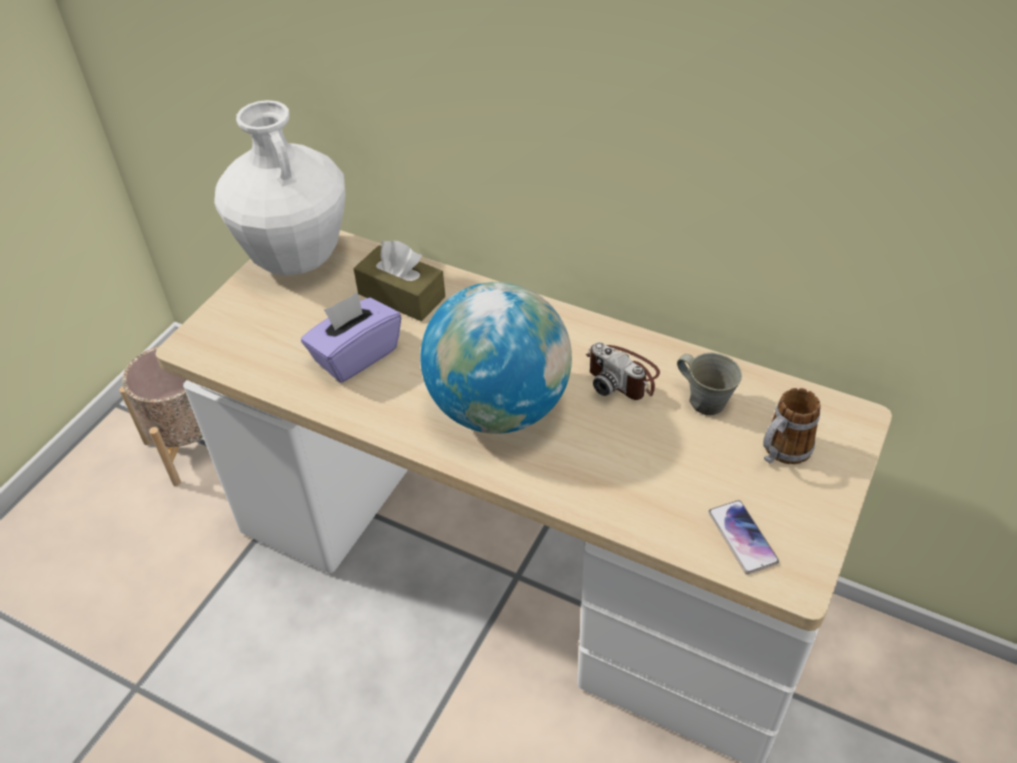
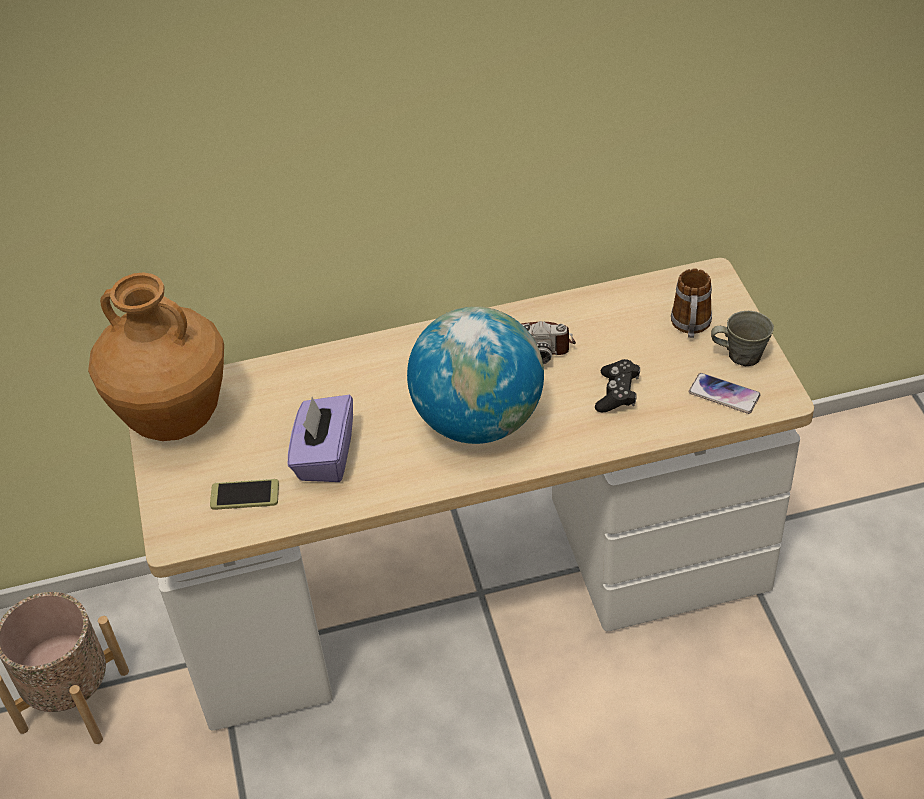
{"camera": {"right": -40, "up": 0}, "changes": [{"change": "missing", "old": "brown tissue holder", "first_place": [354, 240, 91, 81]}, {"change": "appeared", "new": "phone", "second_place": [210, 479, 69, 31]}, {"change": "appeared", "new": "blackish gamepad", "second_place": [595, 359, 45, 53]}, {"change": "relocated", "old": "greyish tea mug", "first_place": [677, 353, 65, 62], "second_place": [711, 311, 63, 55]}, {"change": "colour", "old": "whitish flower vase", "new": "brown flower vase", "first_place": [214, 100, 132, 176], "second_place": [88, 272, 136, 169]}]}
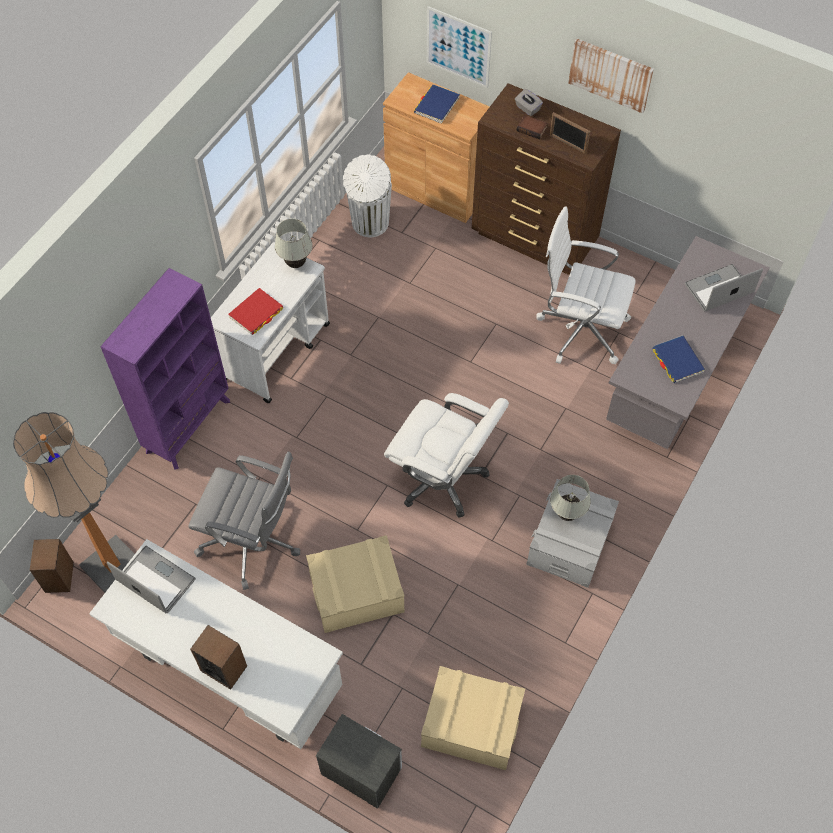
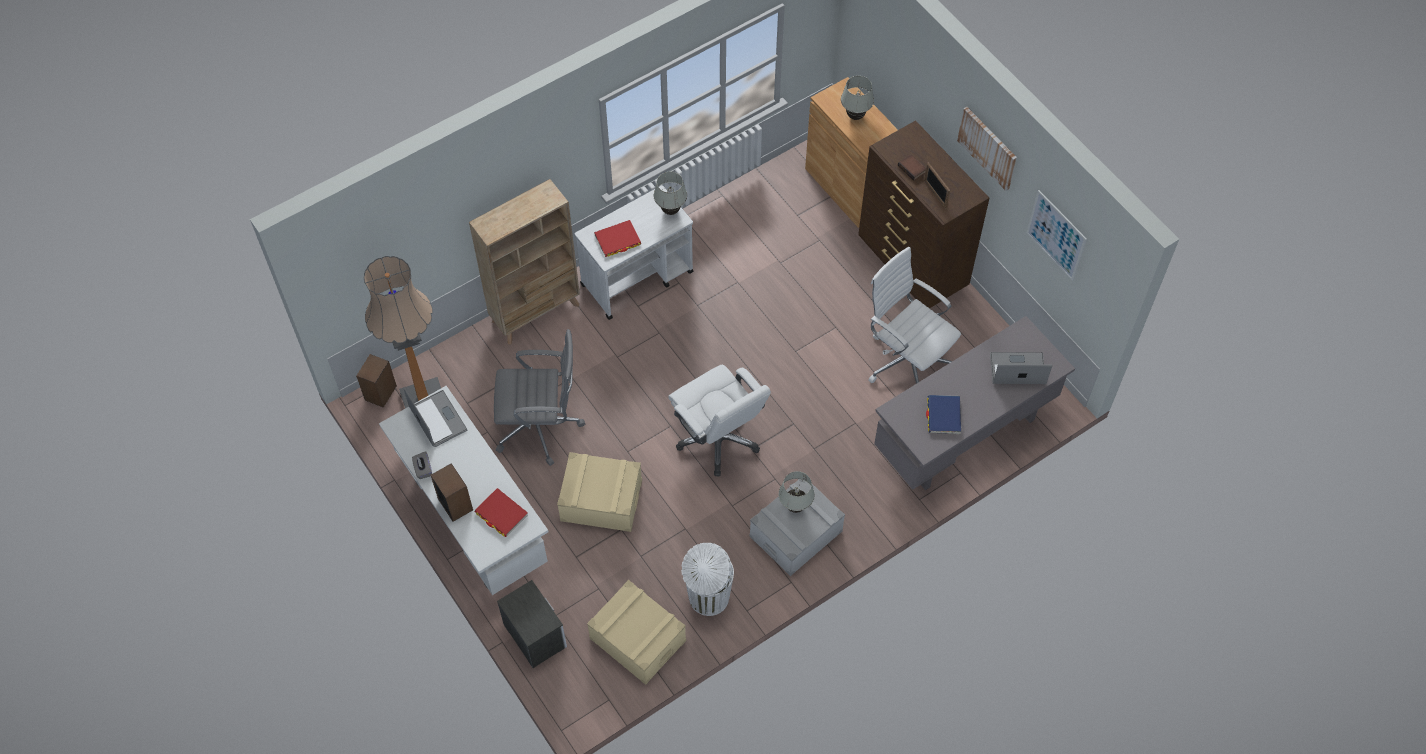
{"camera": {"right": 25, "up": 0}, "changes": [{"change": "appeared", "new": "red volume", "second_place": [475, 488, 53, 49]}, {"change": "relocated", "old": "whitish rubbish bin", "first_place": [343, 154, 49, 83], "second_place": [681, 543, 53, 73]}, {"change": "relocated", "old": "picture", "first_place": [427, 6, 65, 82], "second_place": [1026, 190, 61, 91]}, {"change": "relocated", "old": "greyish tissue holder", "first_place": [515, 89, 28, 27], "second_place": [412, 451, 20, 28]}, {"change": "exchanged", "old": "blue-coloured volume", "new": "whitish tabletop lamp", "first_place": [414, 84, 46, 40], "second_place": [841, 76, 33, 44]}, {"change": "colour", "old": "purple bookcase", "new": "sand-coloured bookcase", "first_place": [100, 268, 130, 202], "second_place": [469, 179, 111, 166]}, {"change": "spun", "old": "greyish desk chair", "first_place": [188, 451, 112, 139], "second_place": [494, 329, 91, 137], "degrees": -45}]}
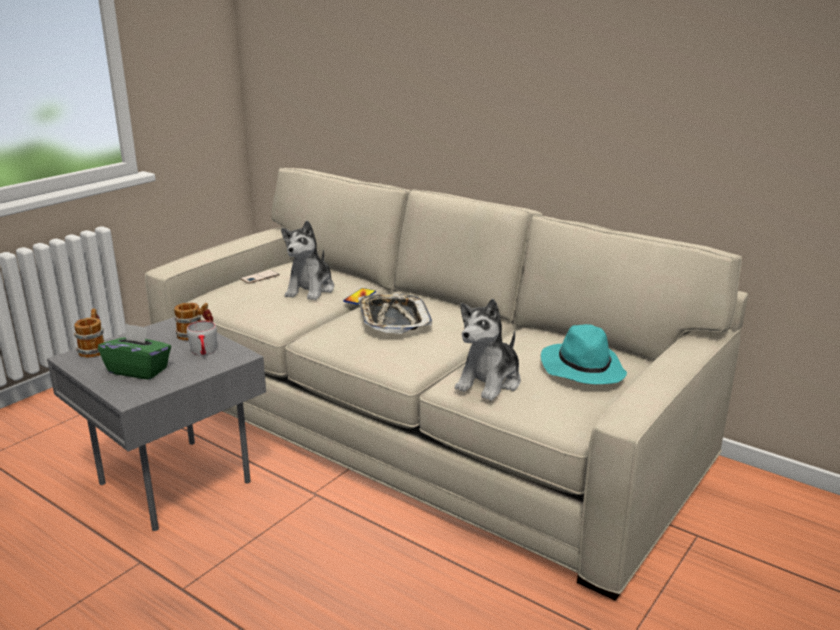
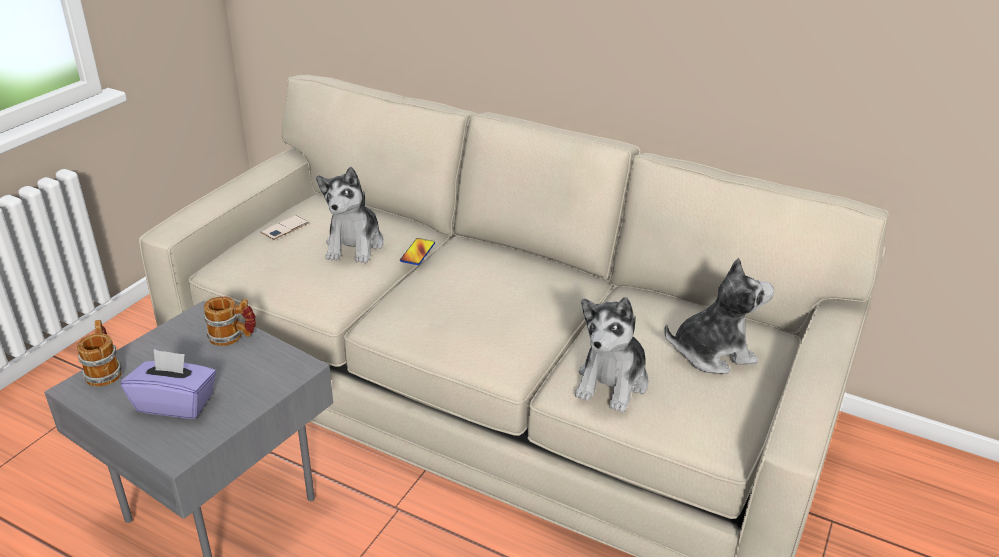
{"camera": {"right": -10, "up": 10}, "changes": [{"change": "missing", "old": "greyish tea mug", "first_place": [187, 321, 30, 34]}, {"change": "missing", "old": "carrying tray", "first_place": [358, 294, 74, 40]}, {"change": "exchanged", "old": "blue-green clothing hat", "new": "soft toy", "first_place": [541, 324, 86, 60], "second_place": [664, 258, 110, 116]}, {"change": "colour", "old": "greenish tissue holder", "new": "purple tissue holder", "first_place": [98, 324, 73, 56], "second_place": [121, 349, 95, 70]}]}
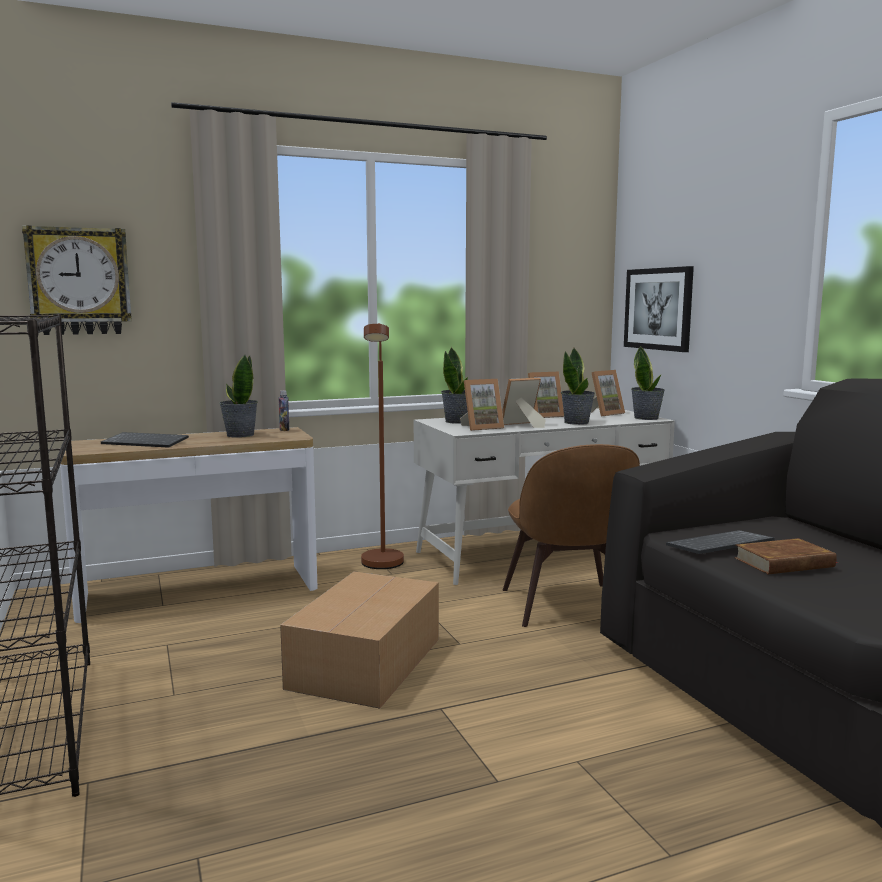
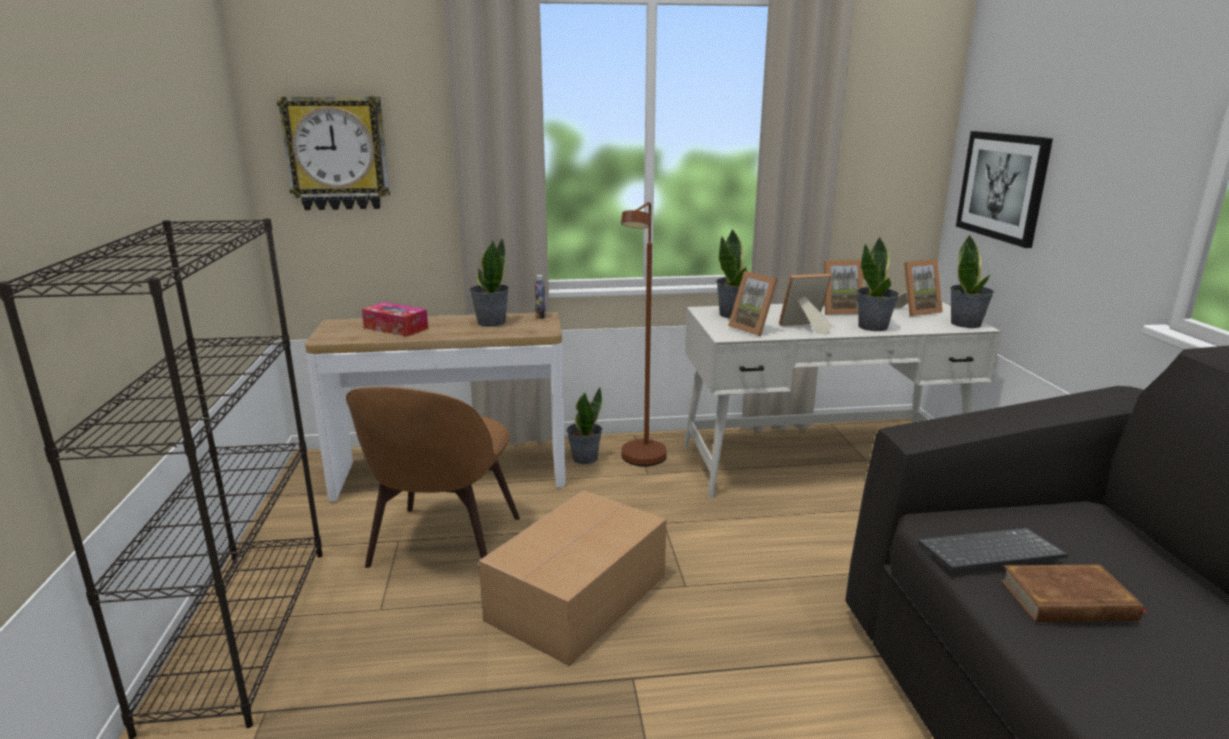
{"camera": {"right": 15, "up": 10}, "changes": [{"change": "appeared", "new": "houseplant", "second_place": [567, 387, 35, 77]}, {"change": "relocated", "old": "brown upright chair", "first_place": [503, 444, 137, 183], "second_place": [346, 387, 174, 181]}, {"change": "exchanged", "old": "keyboard", "new": "tissue holder", "first_place": [101, 432, 88, 16], "second_place": [362, 302, 66, 35]}, {"change": "spun", "old": "picture frame", "first_place": [460, 379, 44, 52], "second_place": [728, 271, 50, 65], "degrees": 60}]}
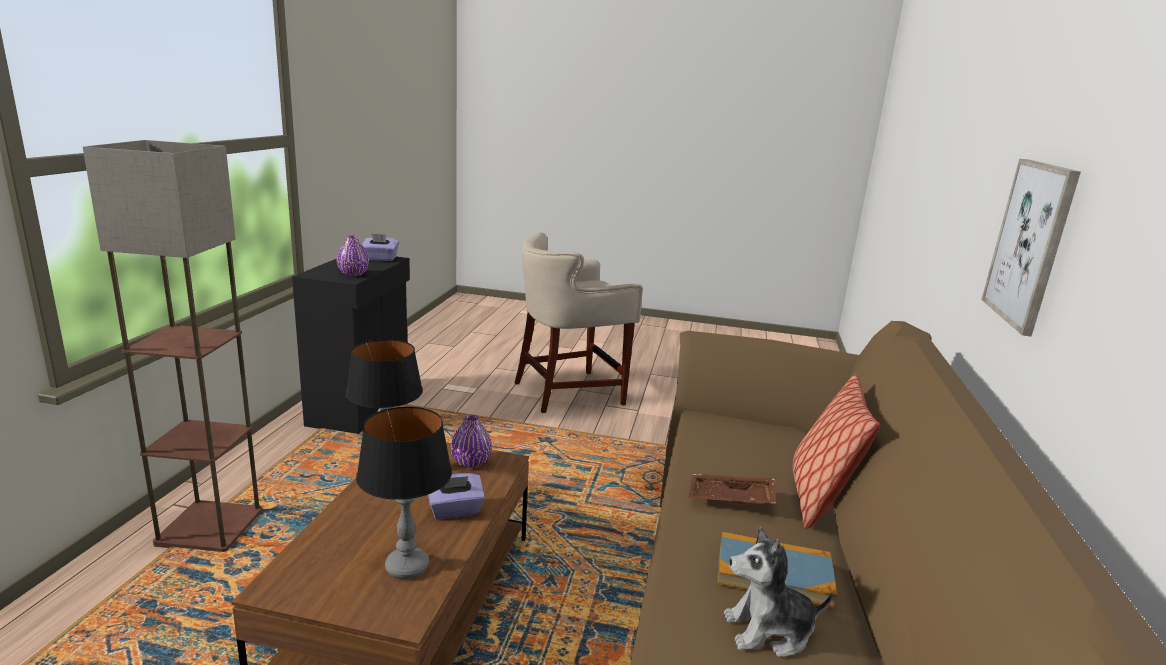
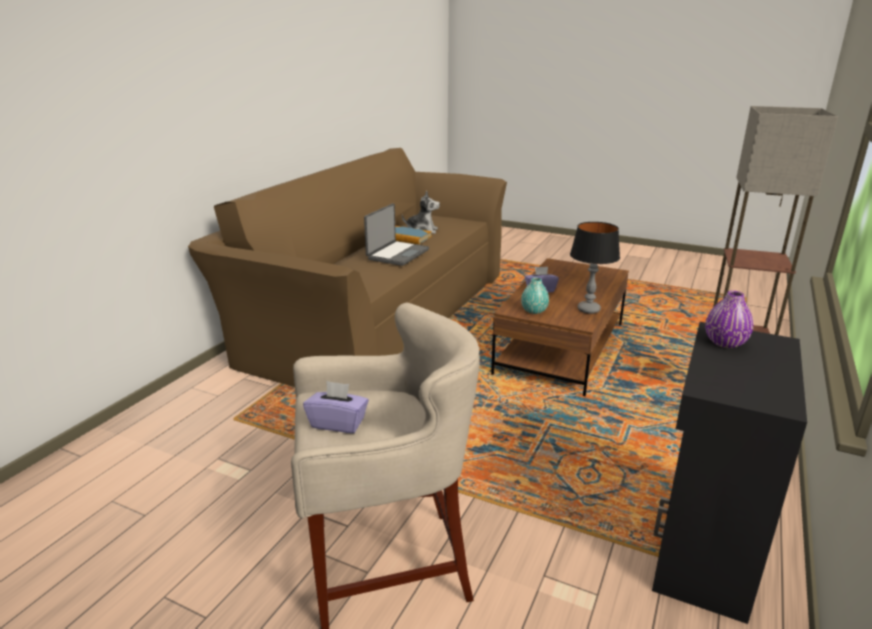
{"camera": {"right": -165, "up": 5}, "changes": [{"change": "missing", "old": "tabletop lamp", "first_place": [356, 406, 96, 173]}, {"change": "missing", "old": "pillow", "first_place": [793, 374, 87, 155]}, {"change": "missing", "old": "picture", "first_place": [981, 159, 100, 177]}, {"change": "relocated", "old": "purple tissue holder", "first_place": [362, 233, 37, 28], "second_place": [303, 381, 66, 52]}, {"change": "exchanged", "old": "brown carrying tray", "new": "laptop", "first_place": [689, 474, 87, 30], "second_place": [364, 203, 65, 63]}, {"change": "colour", "old": "purple flower vase", "new": "blue-green flower vase", "first_place": [451, 415, 41, 53], "second_place": [521, 278, 28, 36]}]}
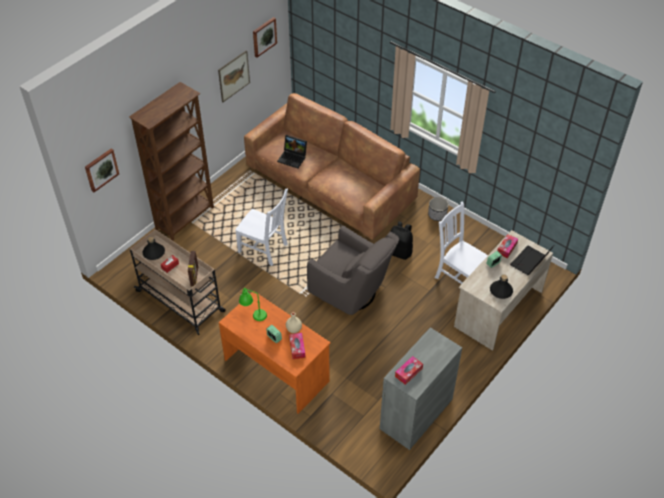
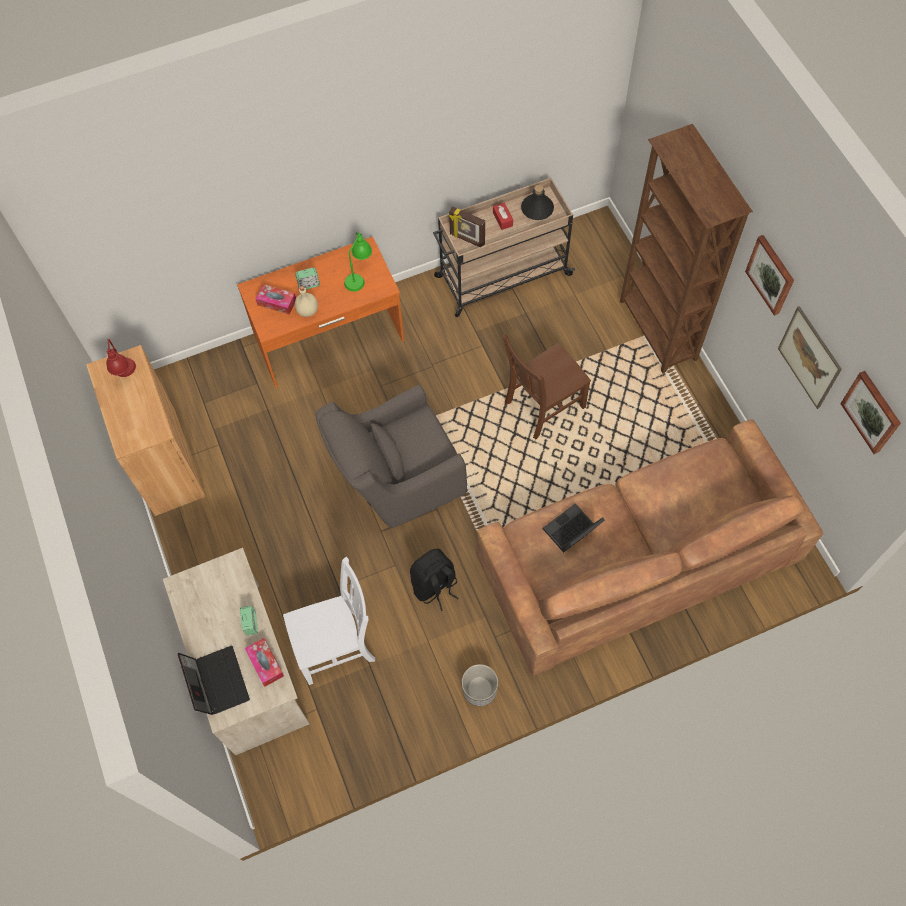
{"camera": {"right": 120, "up": 15}, "changes": [{"change": "missing", "old": "blackish drink bottle", "first_place": [490, 275, 23, 24]}, {"change": "relocated", "old": "picture", "first_place": [85, 148, 34, 44], "second_place": [745, 235, 49, 81]}, {"change": "relocated", "old": "laptop", "first_place": [277, 135, 30, 33], "second_place": [543, 503, 62, 50]}, {"change": "exchanged", "old": "tissue holder", "new": "red tabletop lamp", "first_place": [395, 356, 28, 29], "second_place": [106, 339, 30, 38]}, {"change": "colour", "old": "whitish upright chair", "new": "brown upright chair", "first_place": [235, 189, 53, 77], "second_place": [502, 334, 89, 105]}, {"change": "colour", "old": "greyish cabinet", "new": "brown cabinet", "first_place": [380, 327, 82, 123], "second_place": [86, 345, 120, 171]}]}
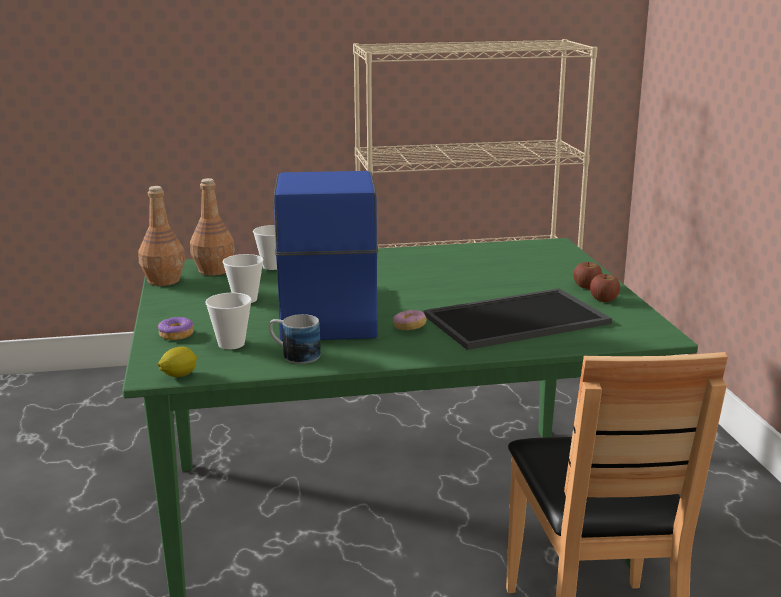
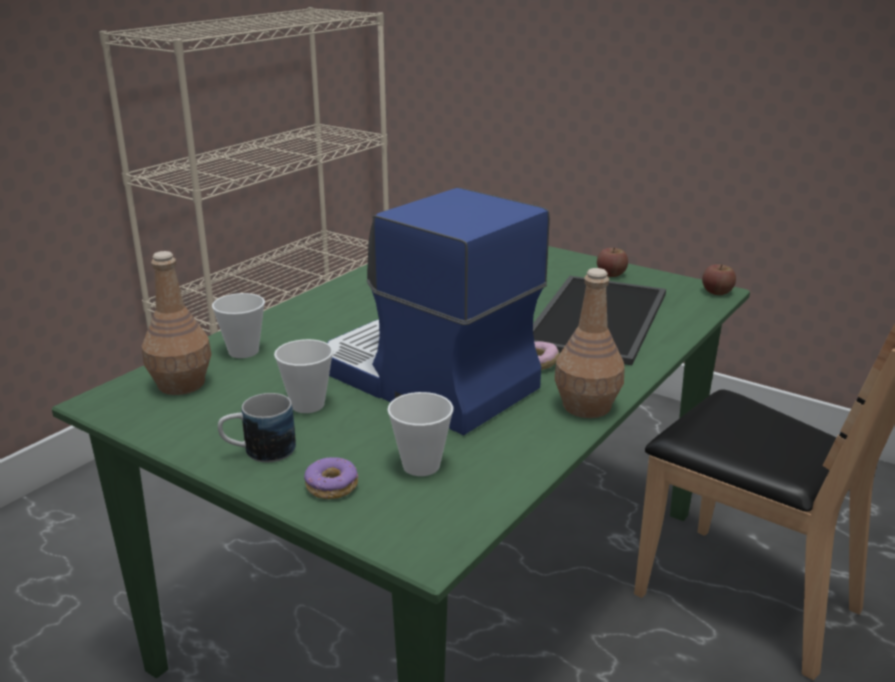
{"camera": {"right": -45, "up": 5}, "changes": [{"change": "missing", "old": "citrus fruit", "first_place": [158, 347, 39, 30]}, {"change": "relocated", "old": "brown drink bottle", "first_place": [138, 186, 47, 100], "second_place": [555, 268, 70, 150]}, {"change": "relocated", "old": "tea mug", "first_place": [269, 314, 52, 50], "second_place": [218, 393, 78, 69]}, {"change": "relocated", "old": "apple", "first_place": [573, 262, 29, 27], "second_place": [702, 264, 34, 31]}]}
